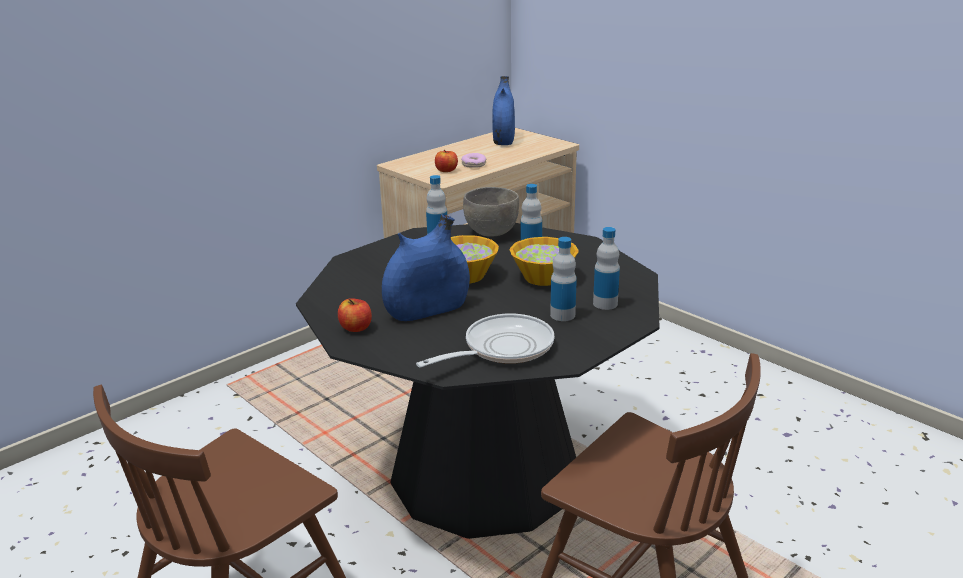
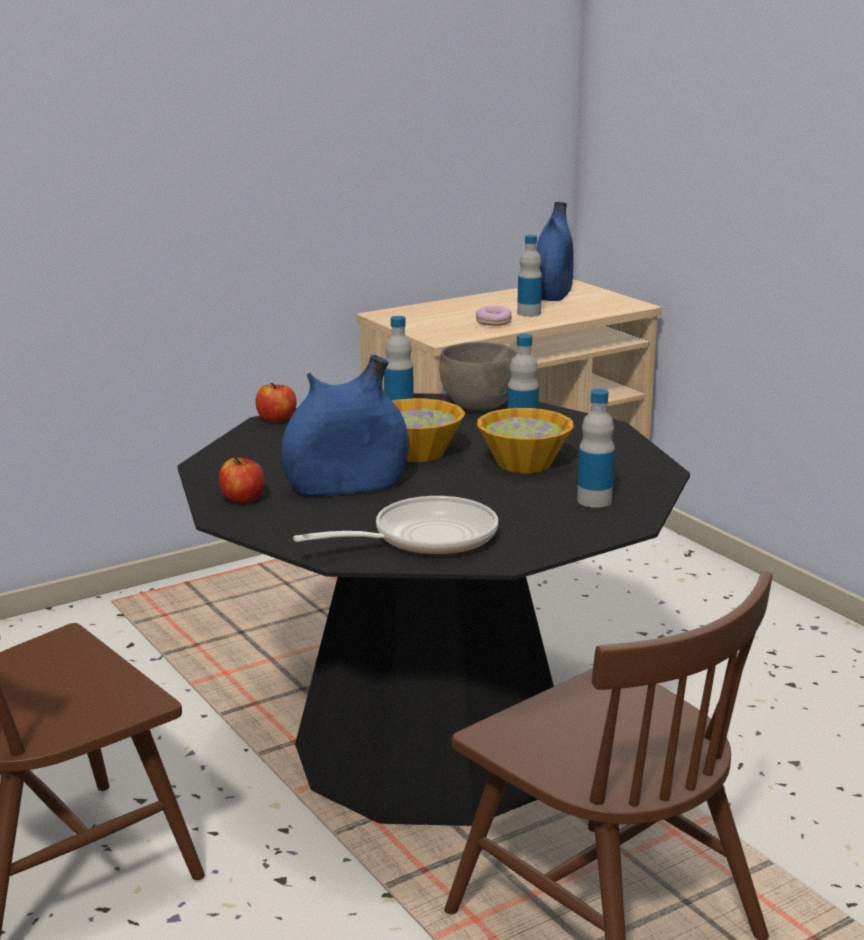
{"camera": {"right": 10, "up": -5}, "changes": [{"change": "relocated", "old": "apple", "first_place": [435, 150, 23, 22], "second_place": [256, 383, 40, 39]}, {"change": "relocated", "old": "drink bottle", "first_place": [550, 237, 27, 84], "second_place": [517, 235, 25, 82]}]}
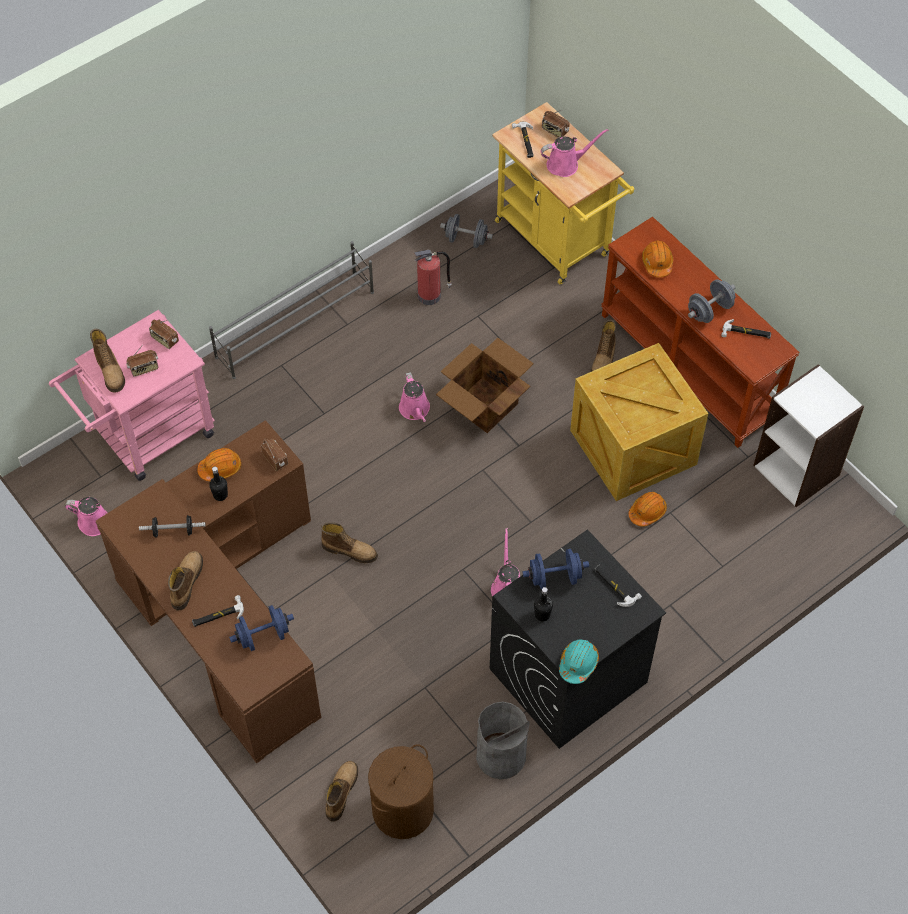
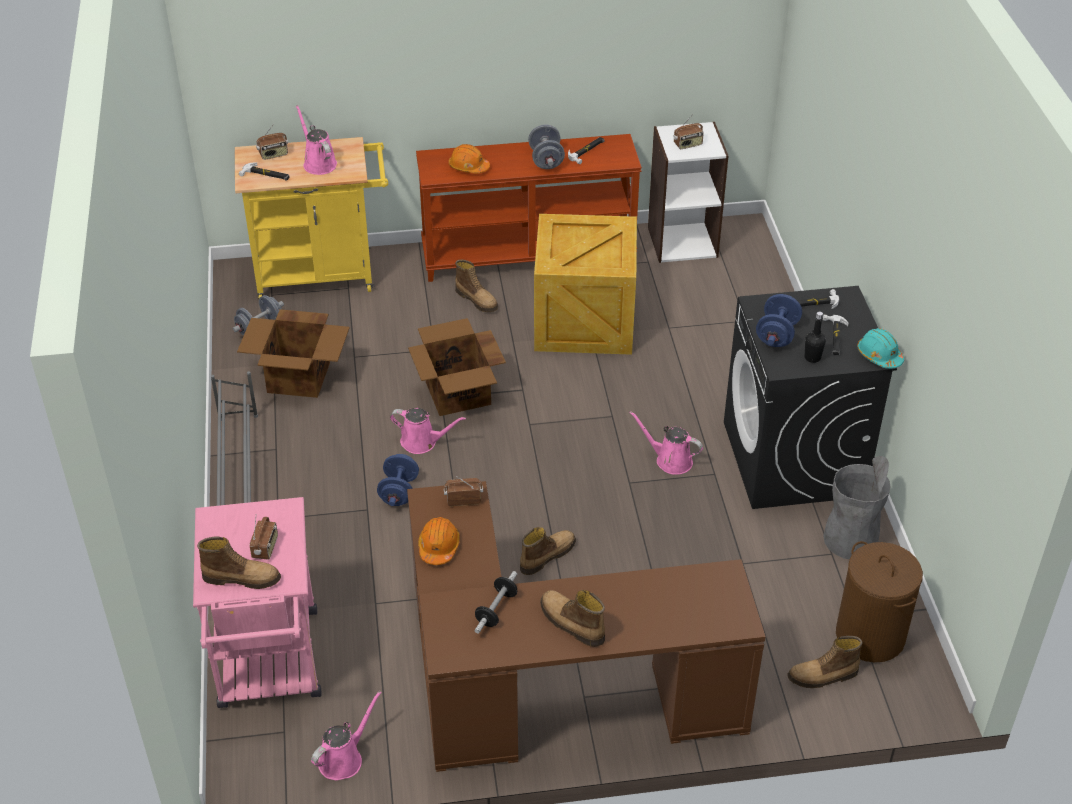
{"camera": {"right": -60, "up": -15}, "changes": [{"change": "missing", "old": "blackish drink bottle", "first_place": [209, 467, 19, 34]}, {"change": "missing", "old": "orange-coloured hard hat", "first_place": [628, 492, 39, 35]}, {"change": "relocated", "old": "radio receiver", "first_place": [149, 320, 30, 29], "second_place": [673, 114, 31, 35]}, {"change": "relocated", "old": "hammer", "first_place": [192, 595, 52, 32], "second_place": [823, 314, 26, 41]}, {"change": "relocated", "old": "blue-coloured free weight", "first_place": [229, 605, 65, 46], "second_place": [377, 454, 42, 52]}, {"change": "exchanged", "old": "fire extinguisher", "new": "carton", "first_place": [414, 250, 38, 55], "second_place": [237, 309, 113, 89]}, {"change": "spun", "old": "tall boot", "first_place": [325, 761, 33, 60], "second_place": [787, 636, 76, 52], "degrees": -60}, {"change": "spun", "old": "pinkish watering can", "first_place": [540, 129, 69, 48], "second_place": [296, 105, 41, 70], "degrees": -45}]}
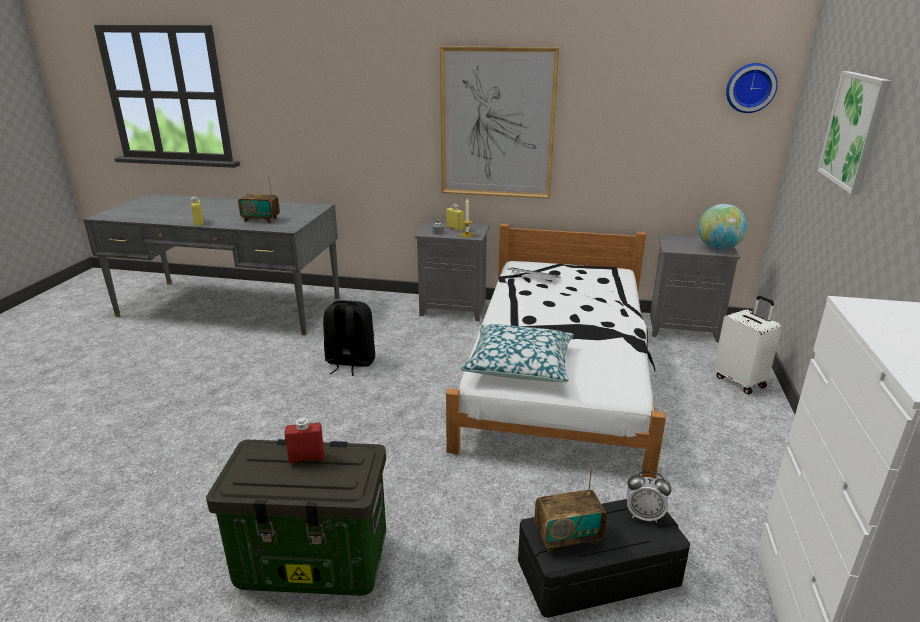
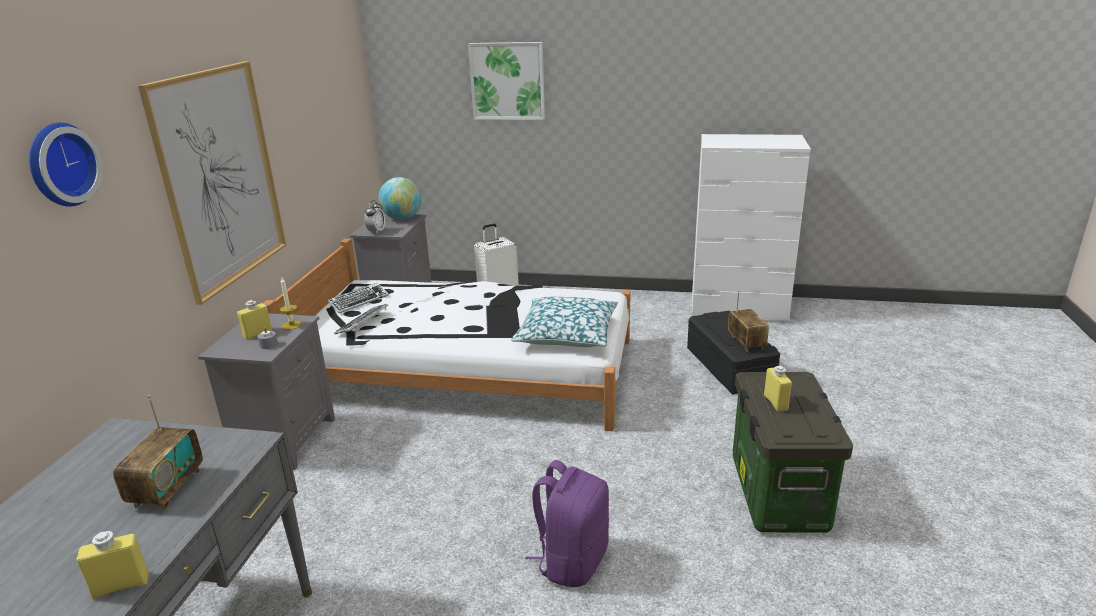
{"camera": {"right": -90, "up": 0}, "changes": [{"change": "missing", "old": "blackish knapsack", "first_place": [323, 300, 52, 76]}, {"change": "appeared", "new": "keyboard", "second_place": [328, 282, 61, 31]}, {"change": "appeared", "new": "purple knapsack", "second_place": [525, 460, 84, 127]}, {"change": "relocated", "old": "table clock", "first_place": [627, 471, 45, 52], "second_place": [364, 200, 21, 33]}, {"change": "relocated", "old": "clock on the wall", "first_place": [726, 63, 52, 50], "second_place": [29, 122, 74, 85]}, {"change": "colour", "old": "red drink bottle", "new": "yellow-coloured drink bottle", "first_place": [285, 418, 40, 45], "second_place": [764, 366, 28, 46]}]}
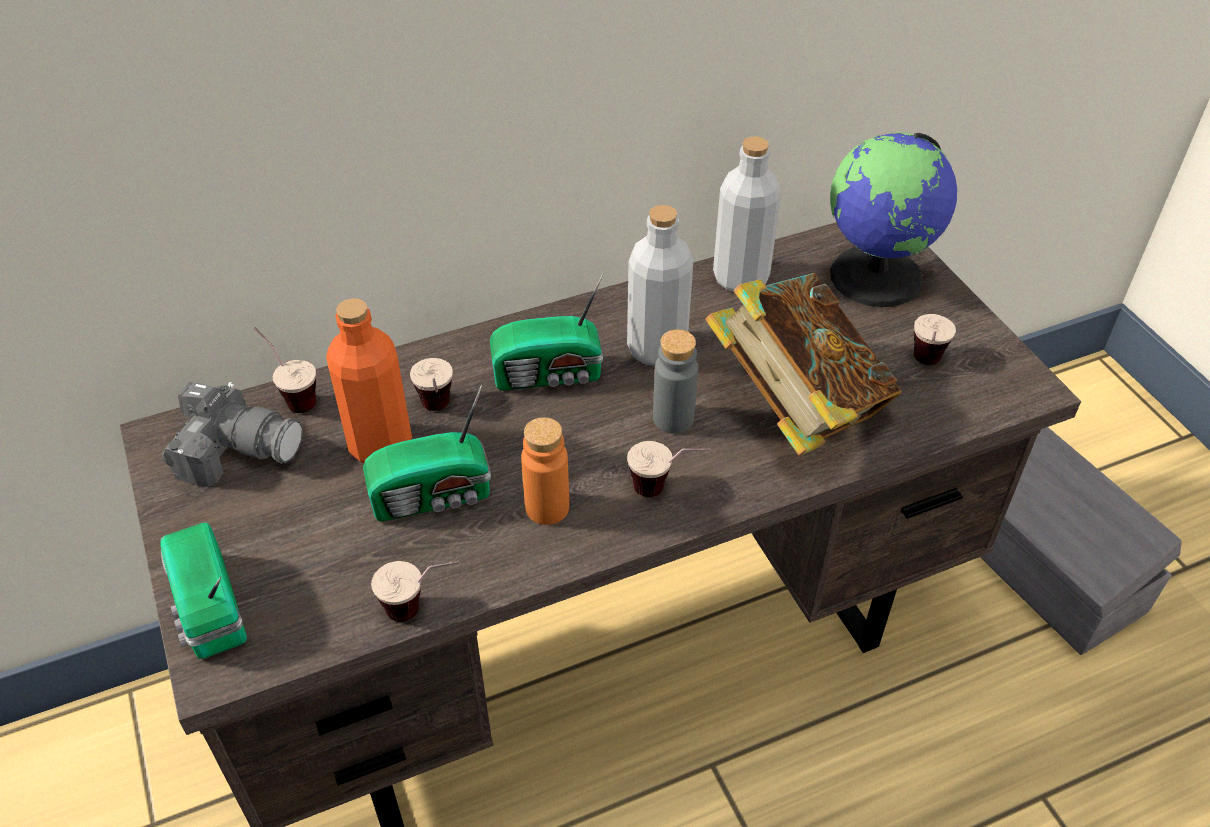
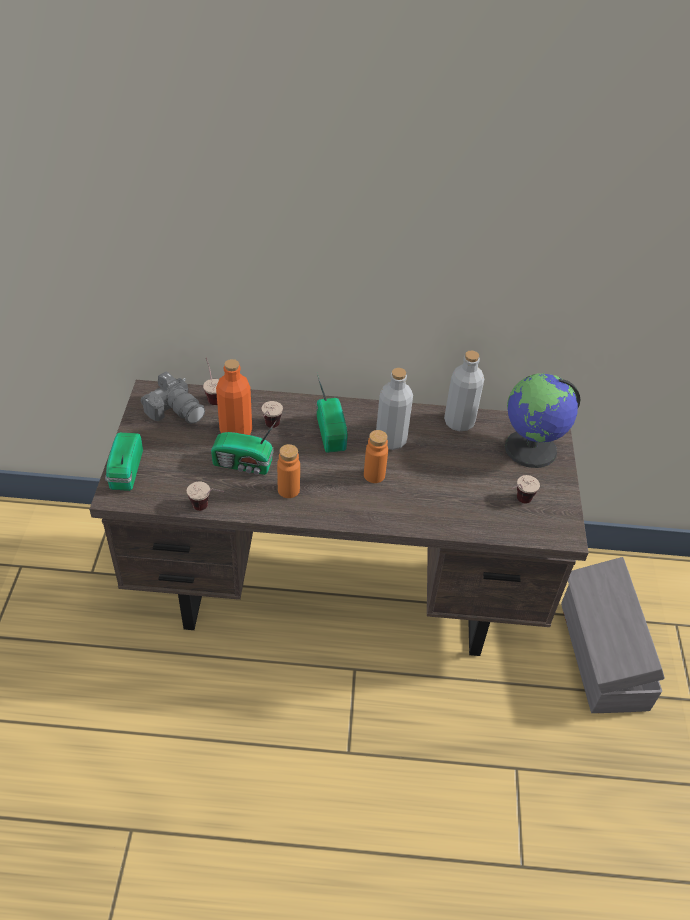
{"camera": {"right": 25, "up": 0}, "changes": [{"change": "missing", "old": "drinking cup", "first_place": [627, 441, 84, 56]}, {"change": "missing", "old": "volume", "first_place": [705, 273, 197, 183]}, {"change": "colour", "old": "greyish drink bottle", "new": "orange-coloured drink bottle", "first_place": [653, 329, 45, 105], "second_place": [364, 430, 24, 53]}, {"change": "spun", "old": "radio receiver", "first_place": [490, 273, 114, 118], "second_place": [316, 374, 32, 79], "degrees": -120}]}
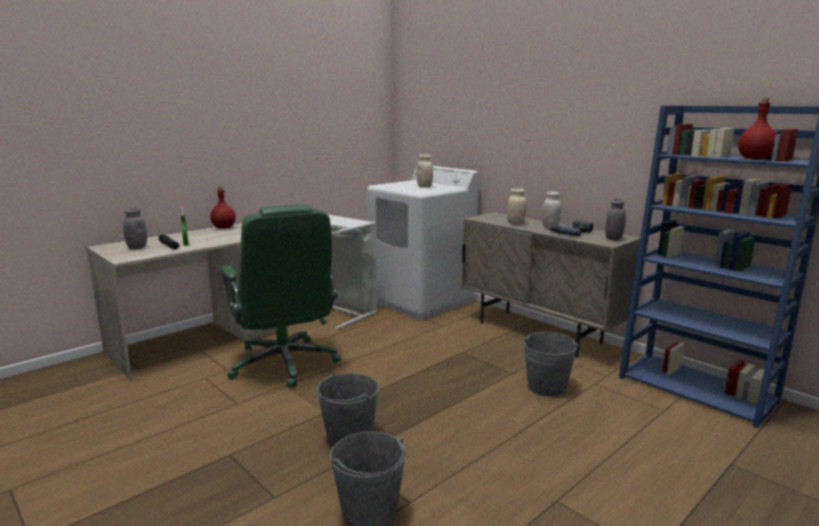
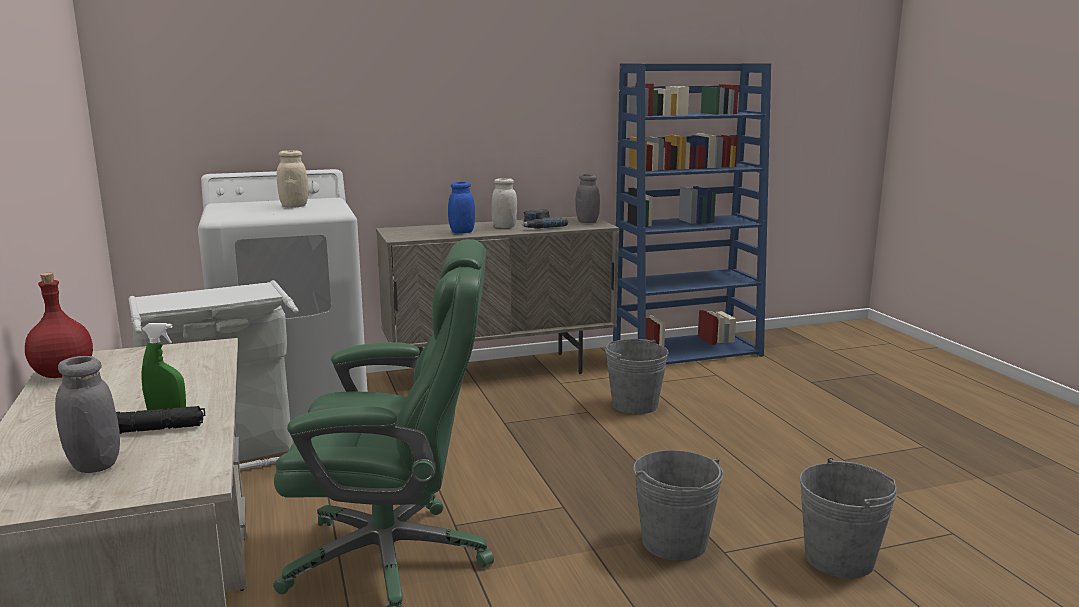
{"camera": {"right": -65, "up": 0}, "changes": [{"change": "missing", "old": "red drink bottle", "first_place": [738, 98, 38, 61]}, {"change": "colour", "old": "sand-coloured jar", "new": "blue-coloured jar", "first_place": [507, 189, 20, 36], "second_place": [448, 182, 27, 51]}]}
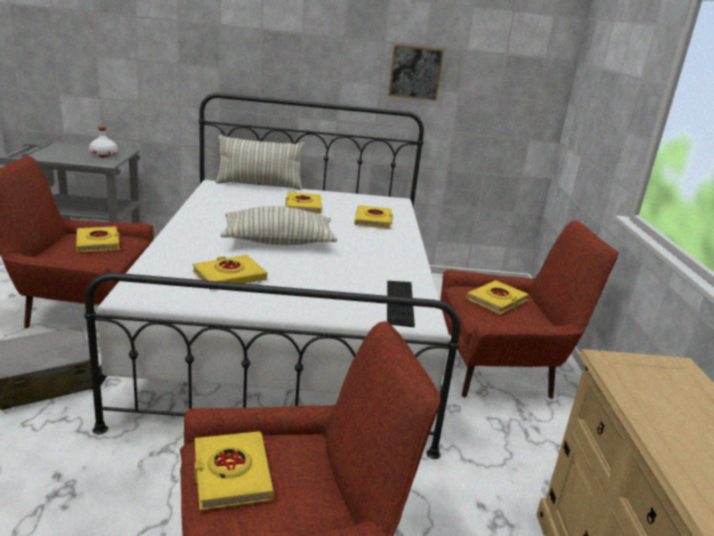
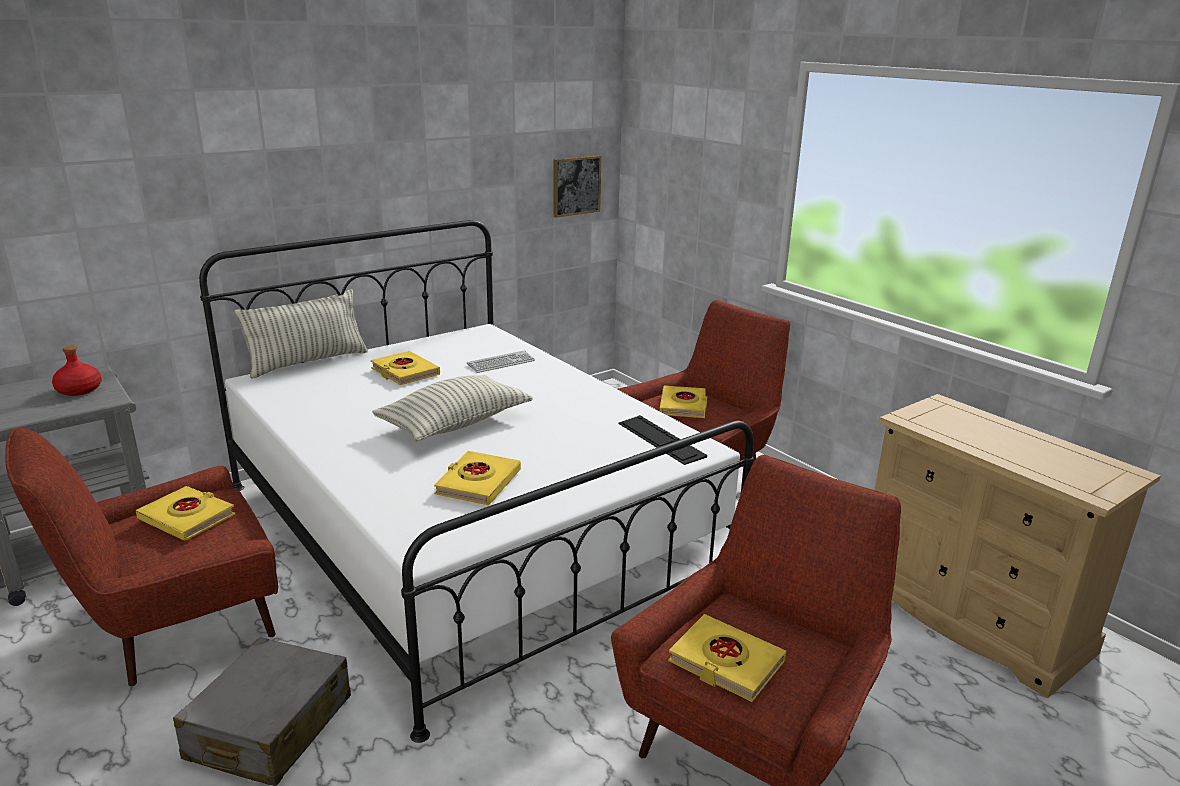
{"camera": {"right": -35, "up": 0}, "changes": [{"change": "relocated", "old": "picture", "first_place": [388, 44, 56, 57], "second_place": [553, 155, 49, 63]}, {"change": "exchanged", "old": "yellow-coloured volume", "new": "keyboard", "first_place": [354, 205, 39, 24], "second_place": [467, 350, 68, 23]}, {"change": "colour", "old": "whitish drink bottle", "new": "red drink bottle", "first_place": [89, 126, 29, 32], "second_place": [52, 346, 50, 50]}]}
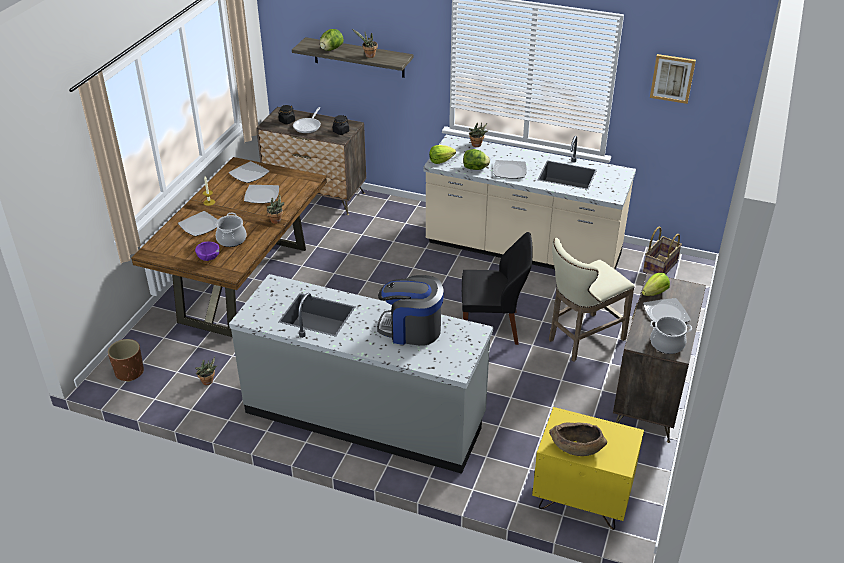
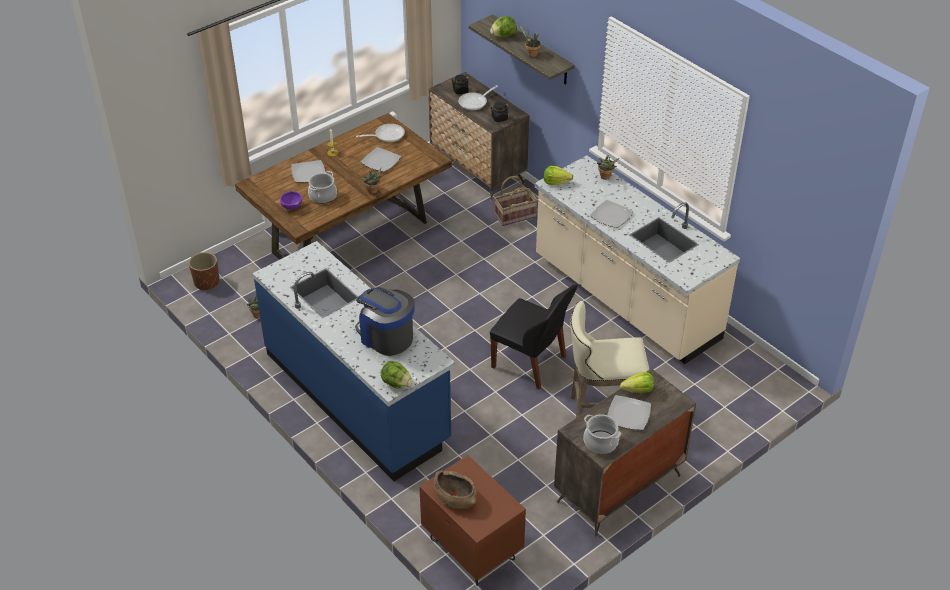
{"camera": {"right": 30, "up": 5}, "changes": [{"change": "missing", "old": "picture", "first_place": [650, 54, 46, 50]}, {"change": "relocated", "old": "lettuce head", "first_place": [463, 149, 27, 21], "second_place": [381, 361, 31, 28]}, {"change": "relocated", "old": "household basket", "first_place": [643, 227, 39, 47], "second_place": [494, 176, 43, 50]}, {"change": "exchanged", "old": "plate", "new": "frying pan", "first_place": [229, 161, 41, 22], "second_place": [356, 124, 49, 18]}, {"change": "colour", "old": "greyish counter", "new": "blue-coloured counter", "first_place": [229, 274, 264, 200], "second_place": [253, 241, 202, 240]}, {"change": "colour", "old": "yellow-coloured nightstand", "new": "brown nightstand", "first_place": [532, 407, 112, 123], "second_place": [419, 455, 107, 131]}]}
